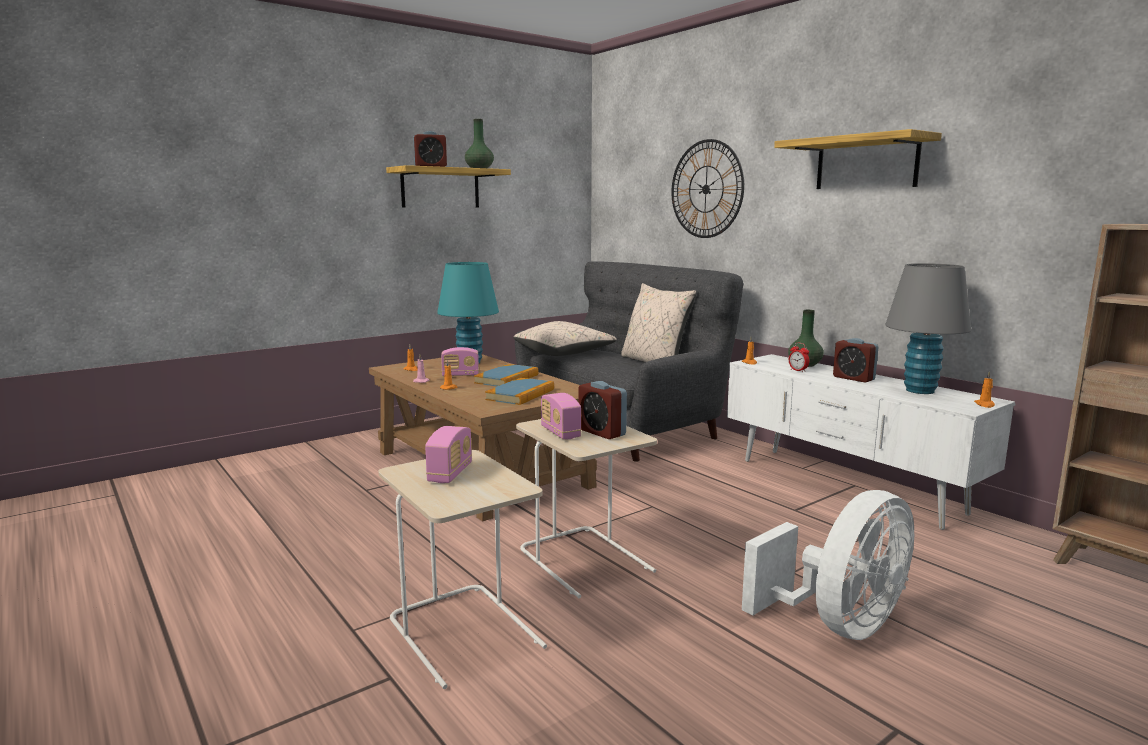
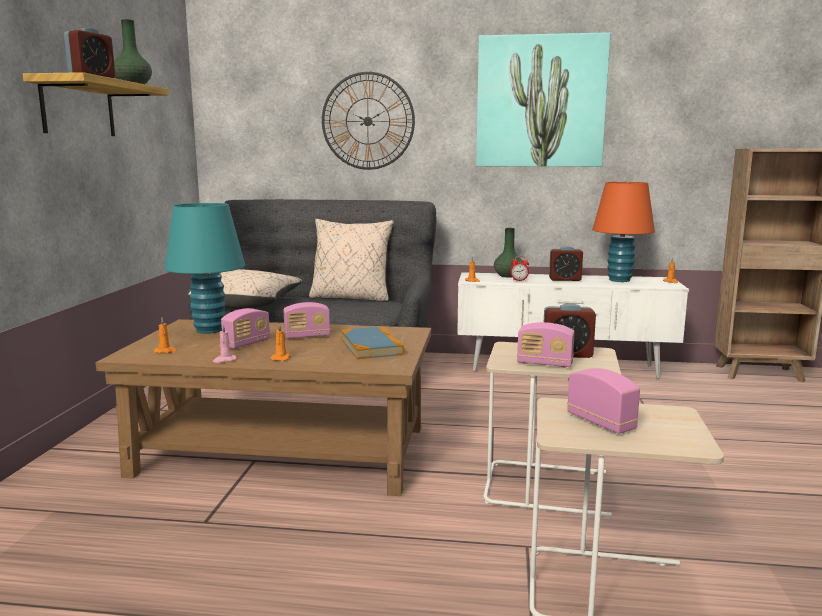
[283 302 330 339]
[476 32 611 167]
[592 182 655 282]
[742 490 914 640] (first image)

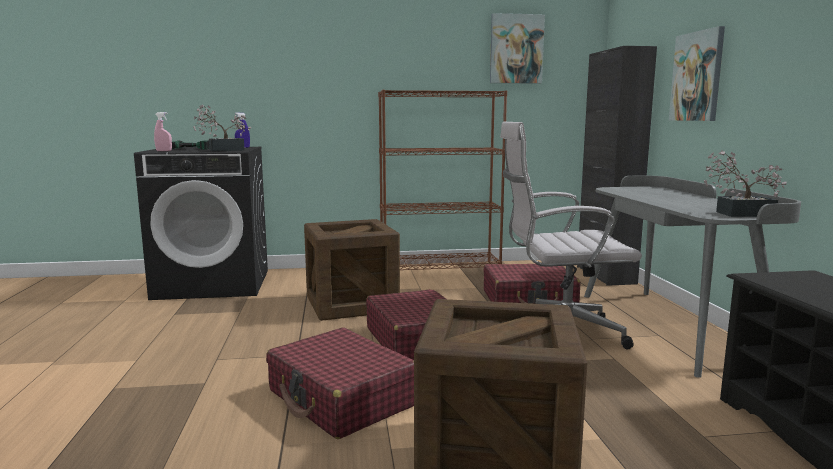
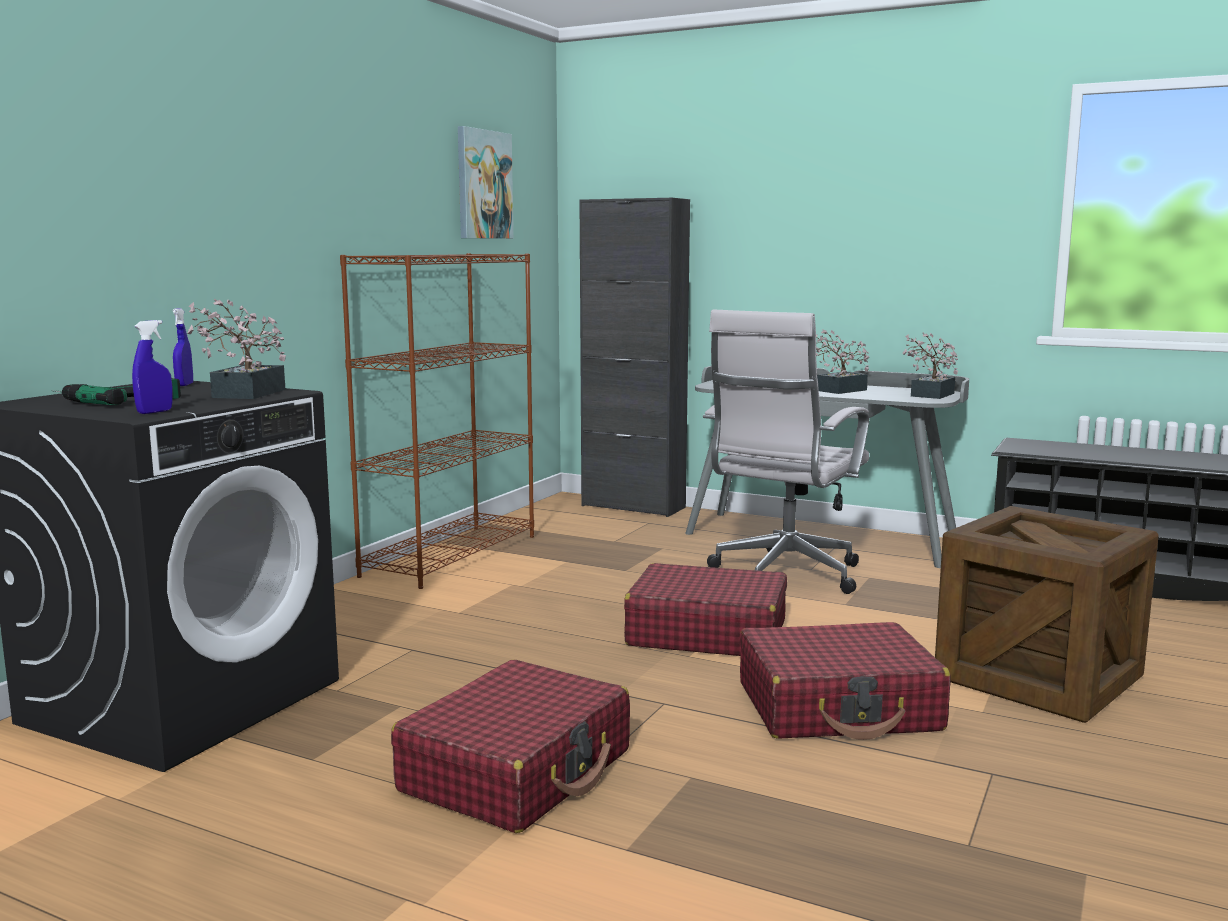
[132 320 172 414]
[391 660 630 833]
[816 330 869 394]
[304 219 400 321] (first image)
[669 26 725 121] (first image)

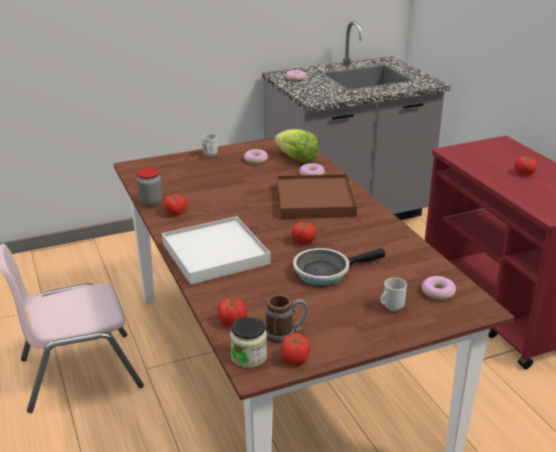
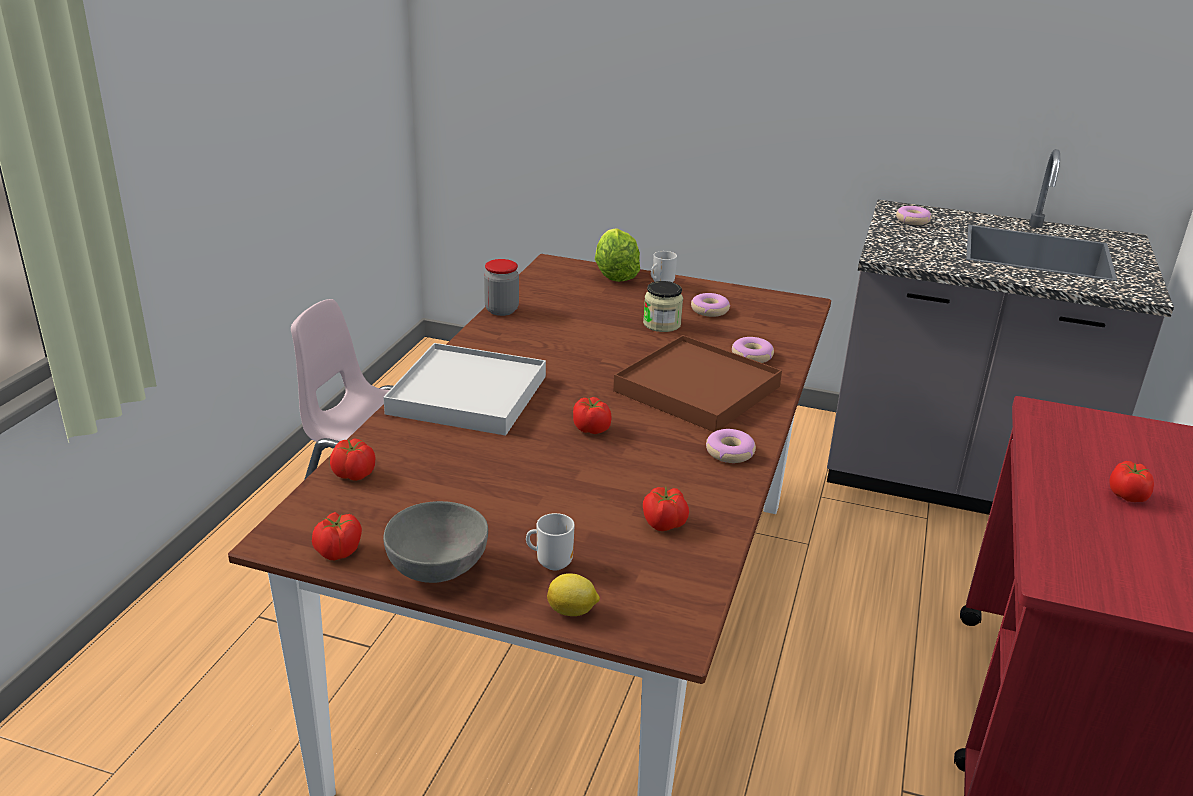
[383 501 488 583]
[547 573 600 616]
[595 228 640 282]
[643 281 683 332]
[643 486 689 531]
[706 429 756 463]
[265 295 308 343] (first image)
[293 248 385 286] (first image)

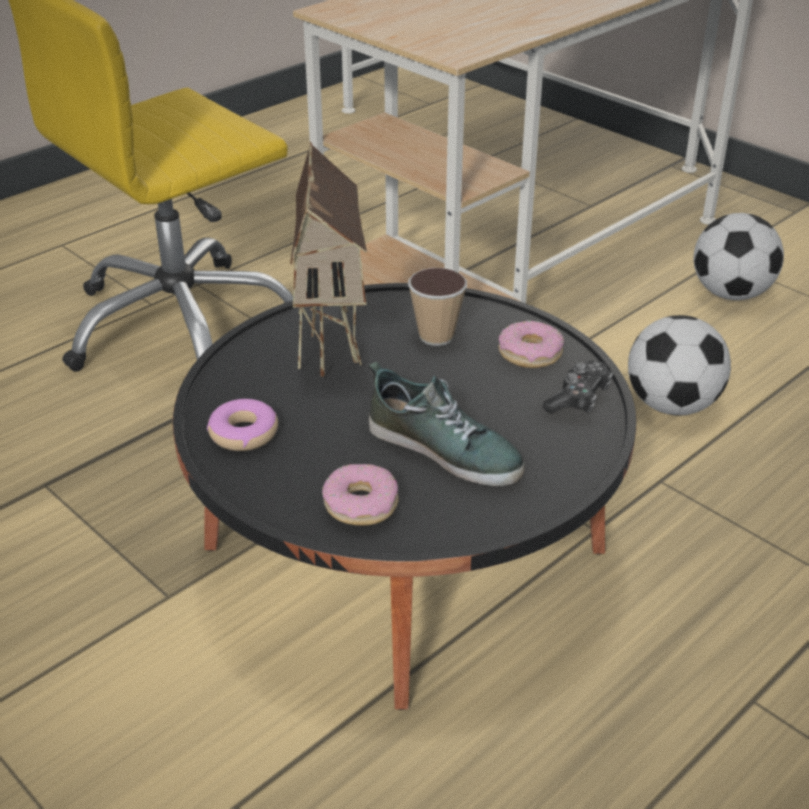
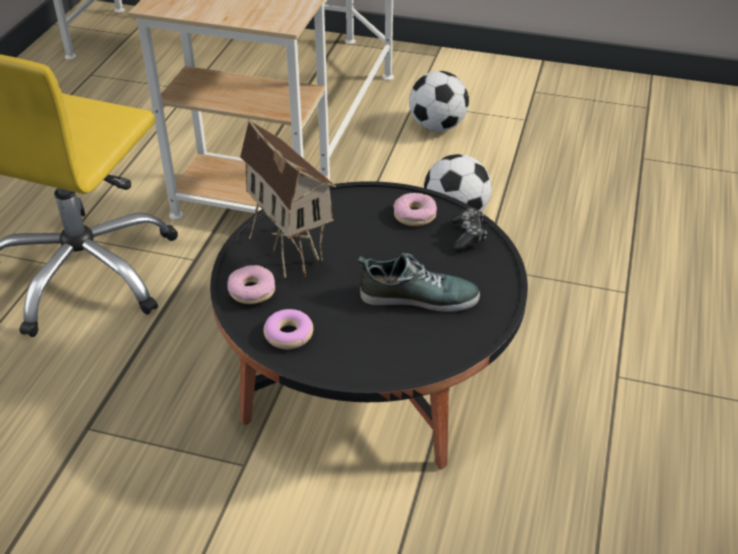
[227 265 275 304]
[408 268 467 346] (first image)

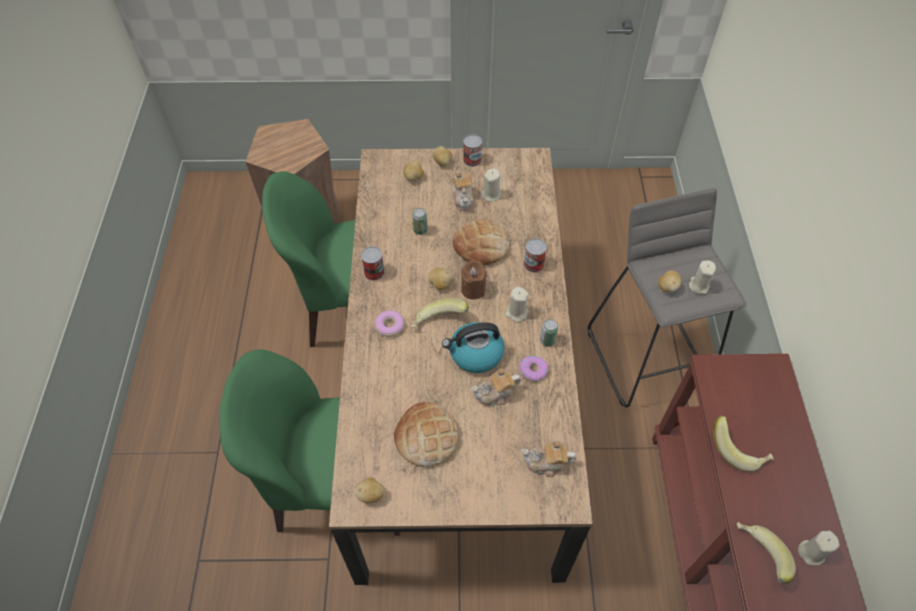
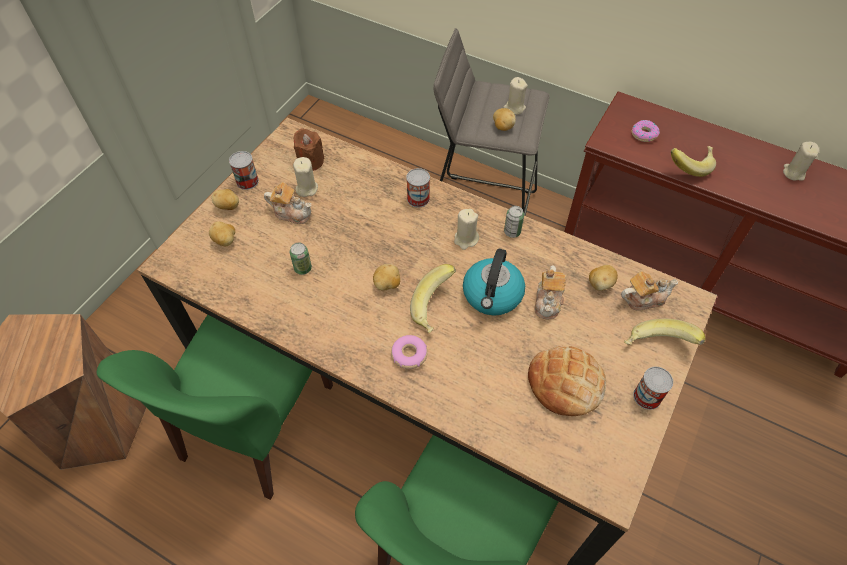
[294 128 325 171]
[589 265 618 291]
[621 271 679 311]
[624 319 706 345]
[632 120 660 142]
[633 367 673 410]
[453 219 510 265] (first image)

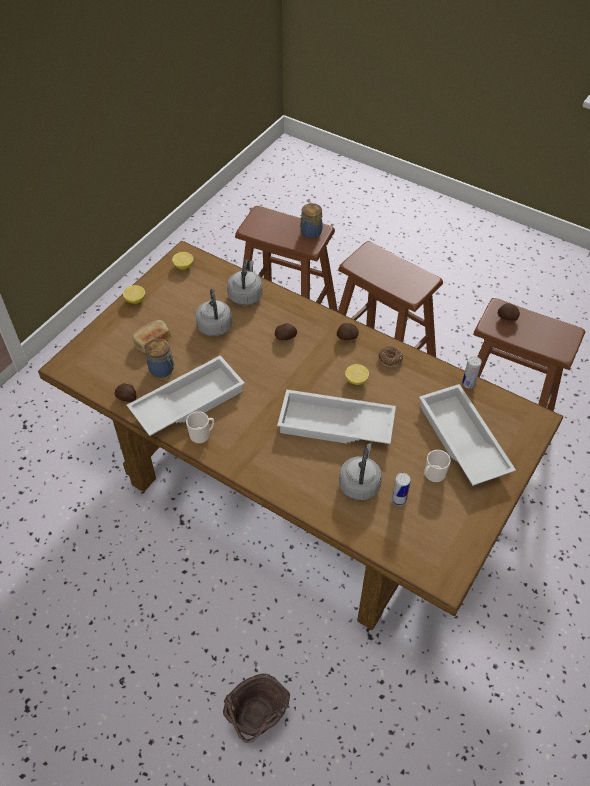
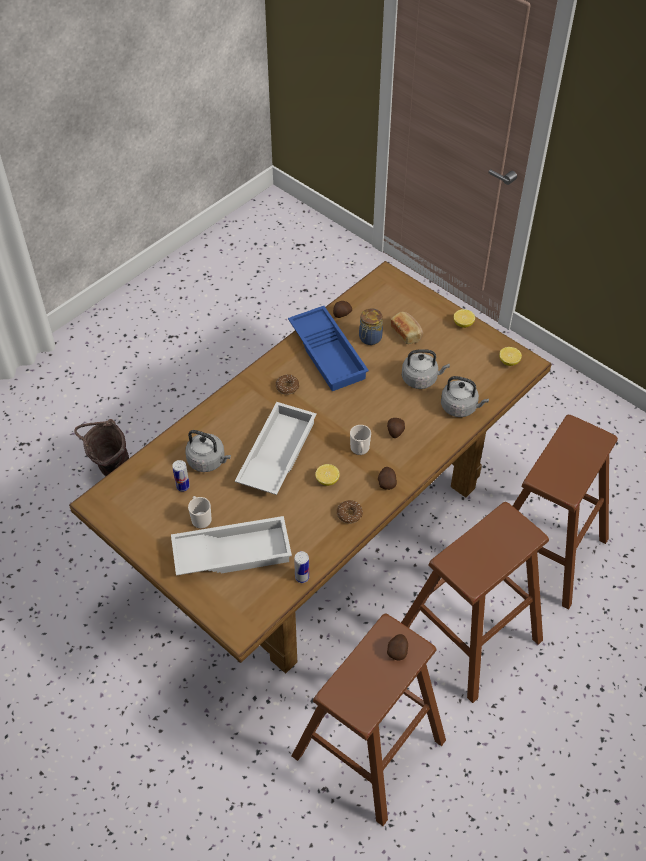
[276 374 299 395]
[288 306 369 391]
[350 425 371 455]
[300 203 323 238] (first image)

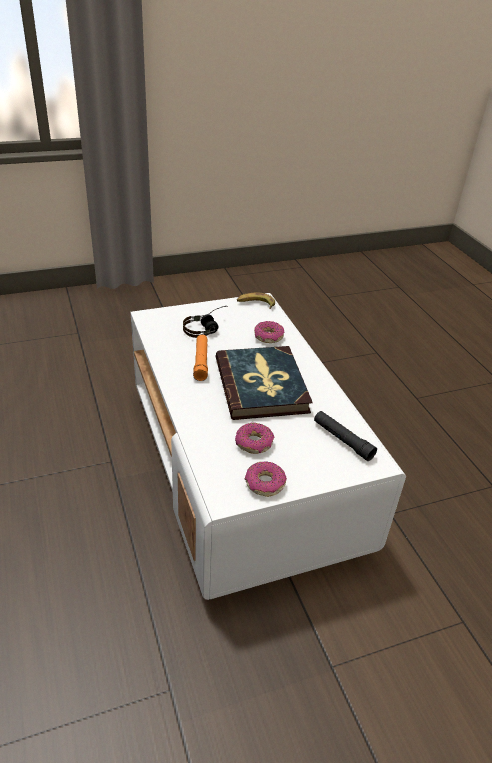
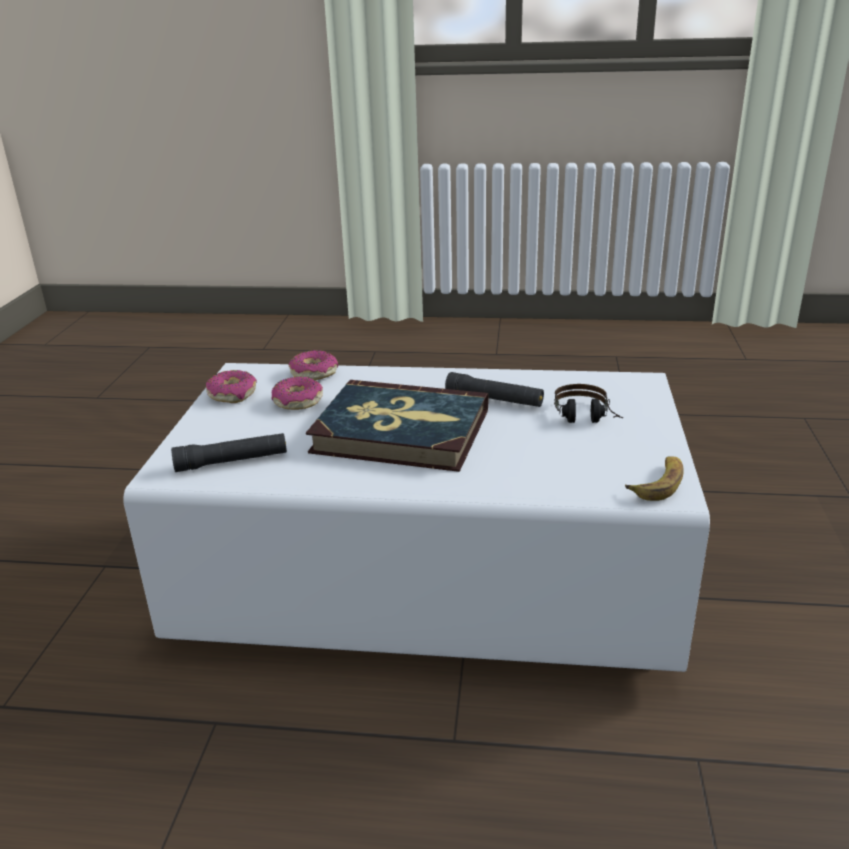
[288 350 338 380]
[445 372 544 407]

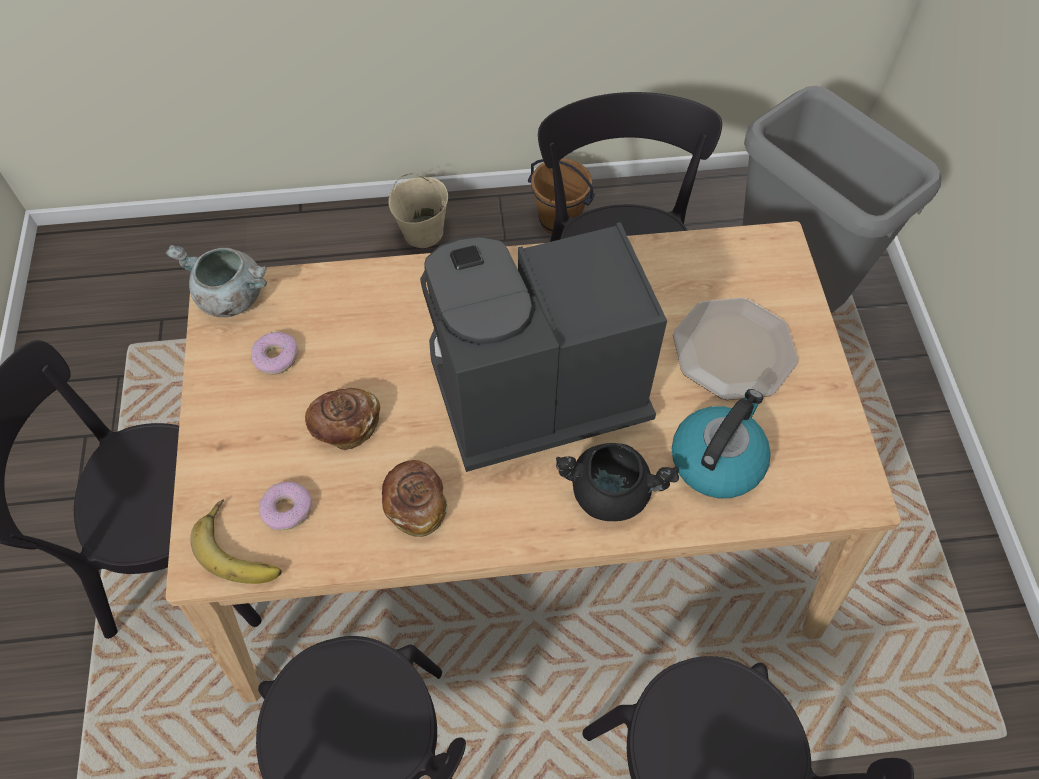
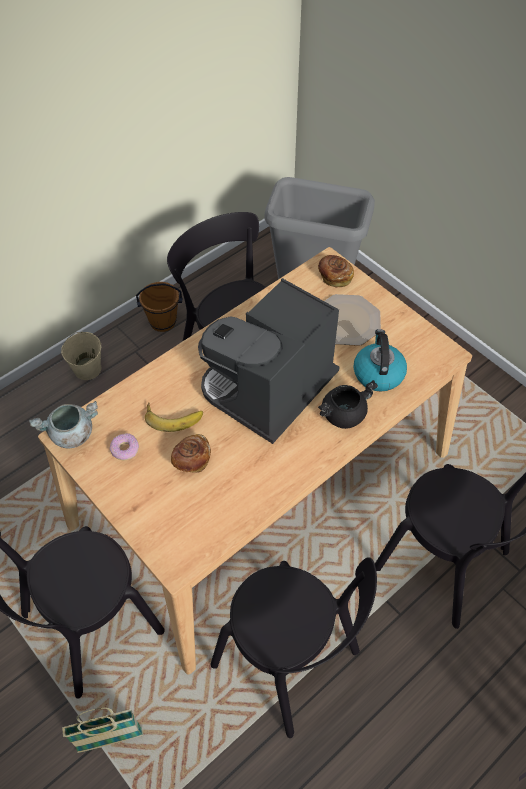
[62 708 143 753]
[145 402 203 432]
[318 255 354 287]
[259 481 312 530] (first image)

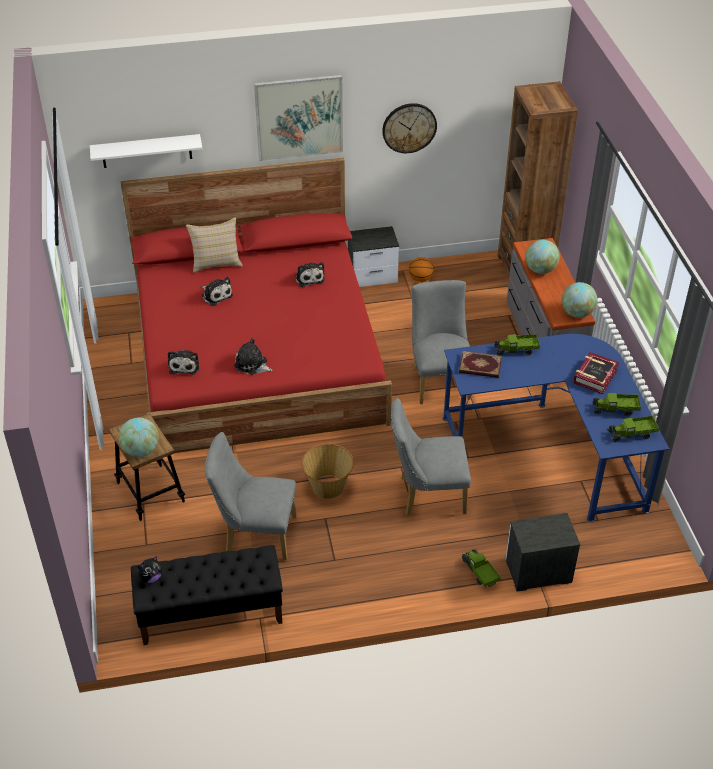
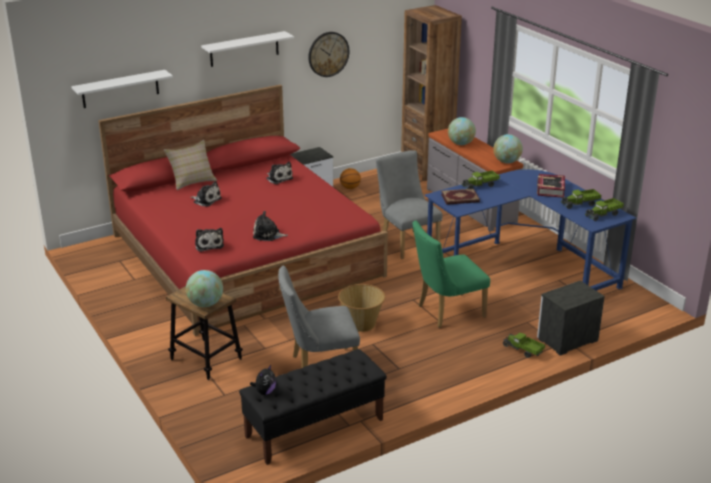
[201 31 294 67]
[412 220 490 328]

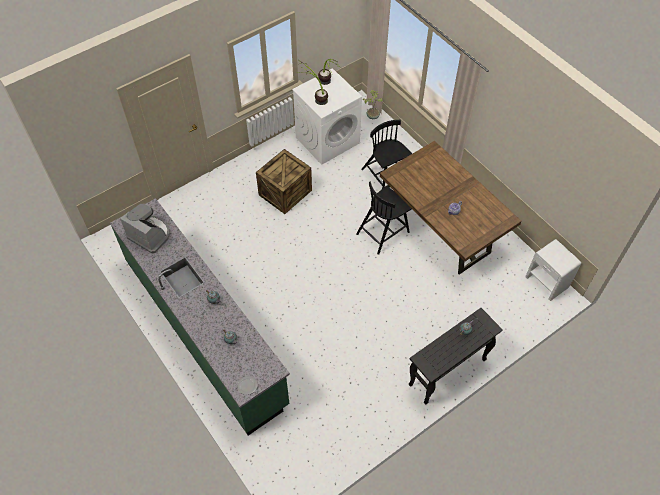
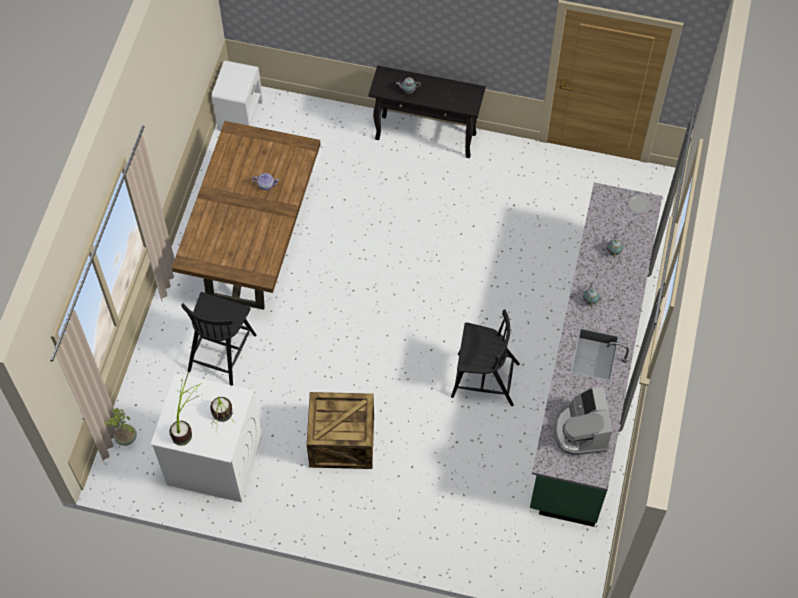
[451 310 520 406]

